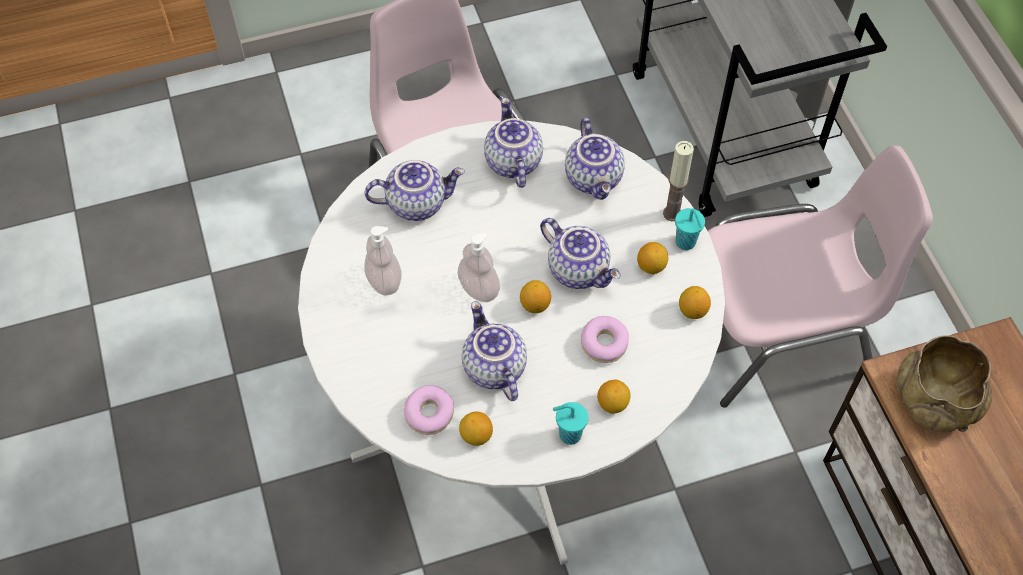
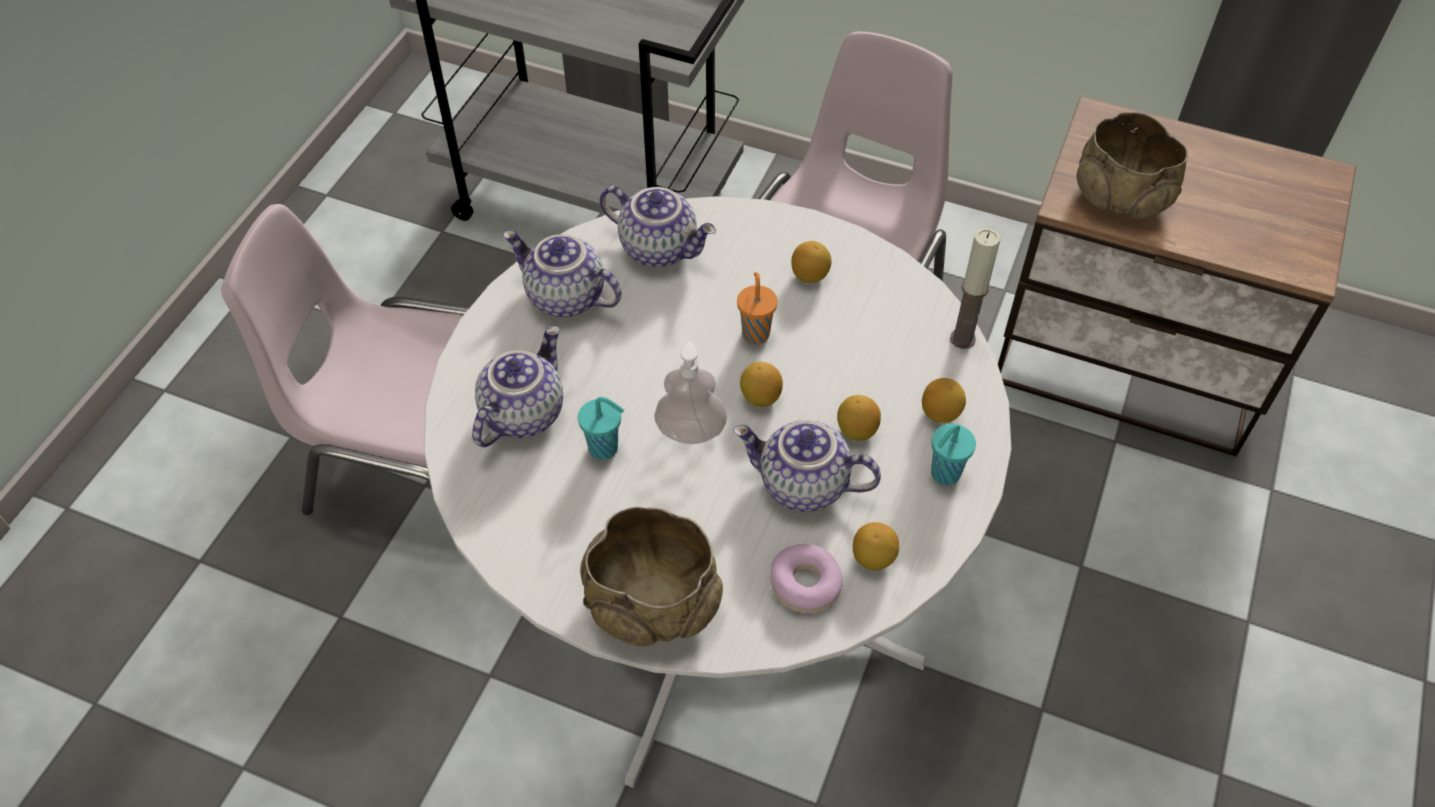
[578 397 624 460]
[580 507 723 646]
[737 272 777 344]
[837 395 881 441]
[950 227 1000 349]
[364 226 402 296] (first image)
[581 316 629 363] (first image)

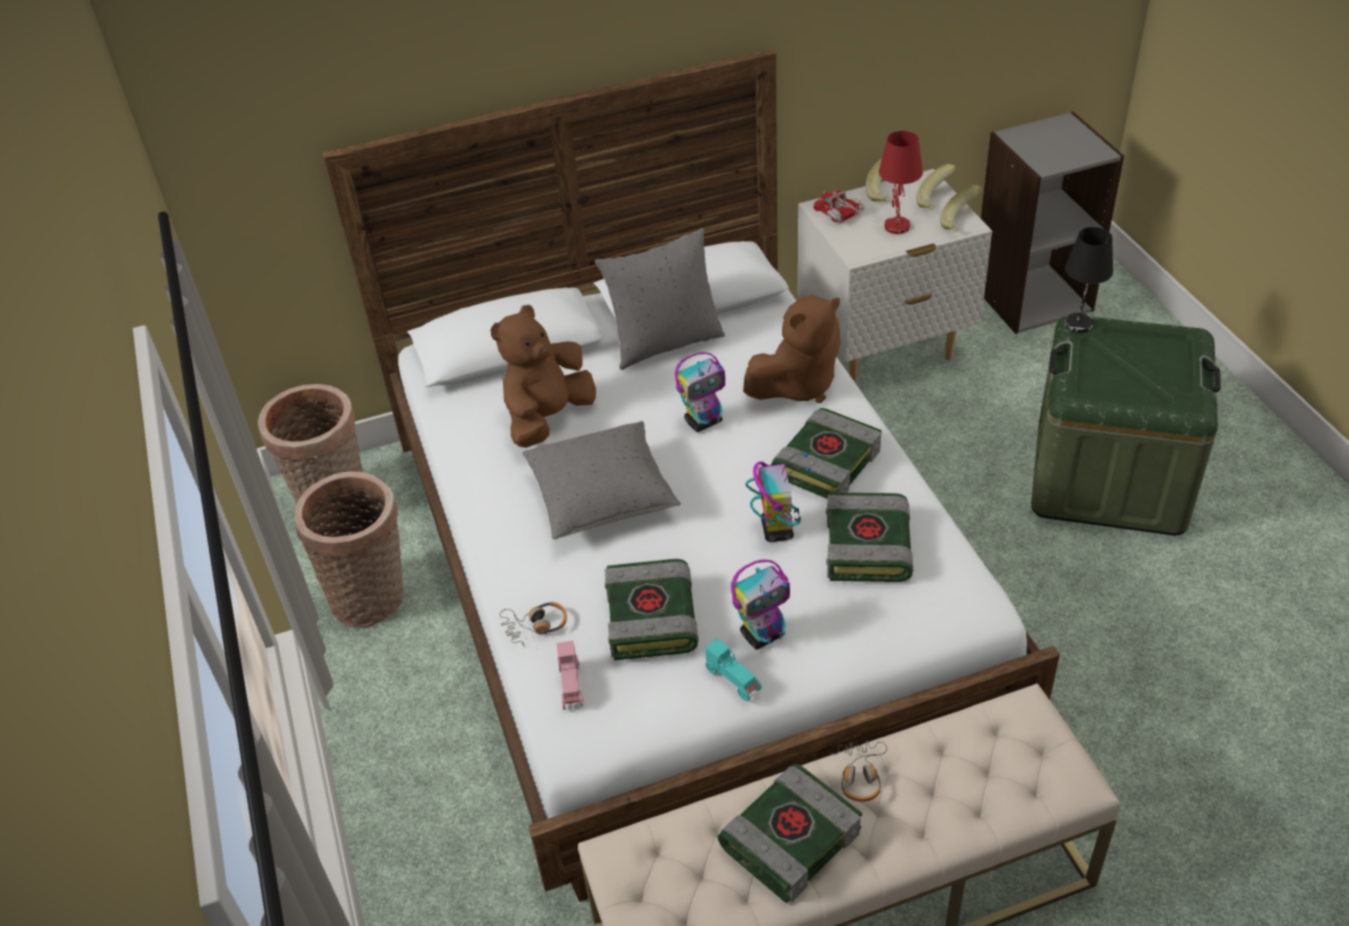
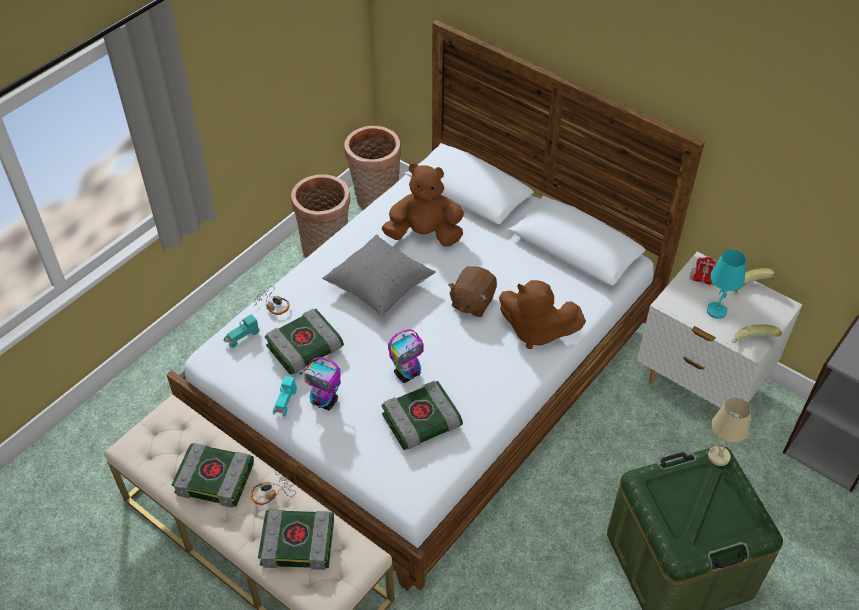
[224 314 259 348]
[258 509 334 570]
[448 266 497 317]
[707 249 746 319]
[708 397 751 466]
[595 228 725 370] (first image)
[916 164 956 210] (first image)

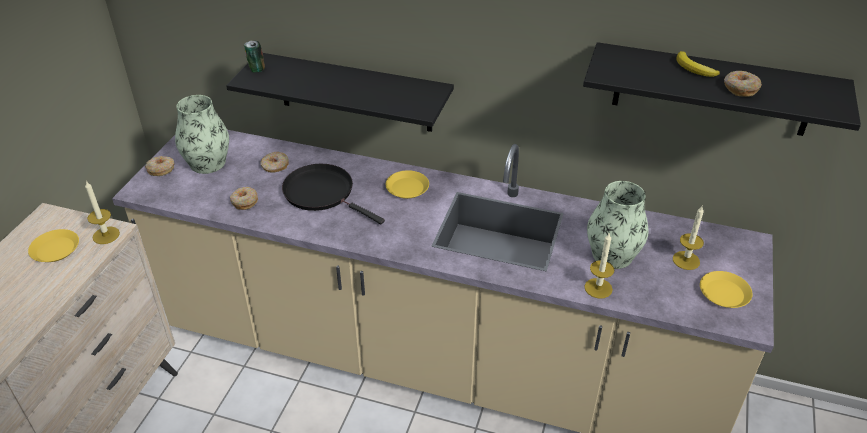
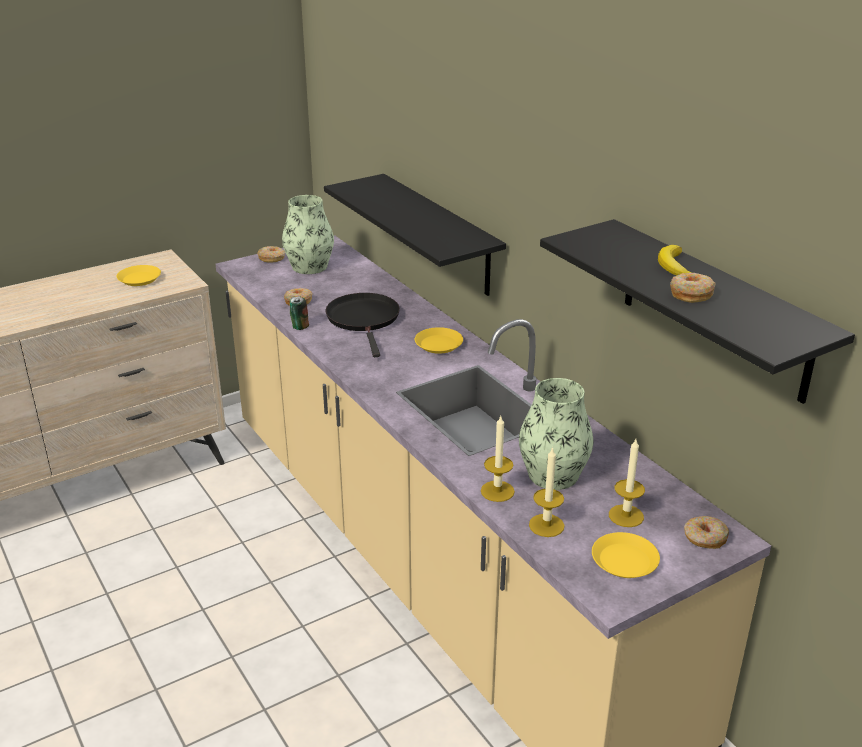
[290 296 309 330]
[529 447 565 537]
[684 516 729 549]

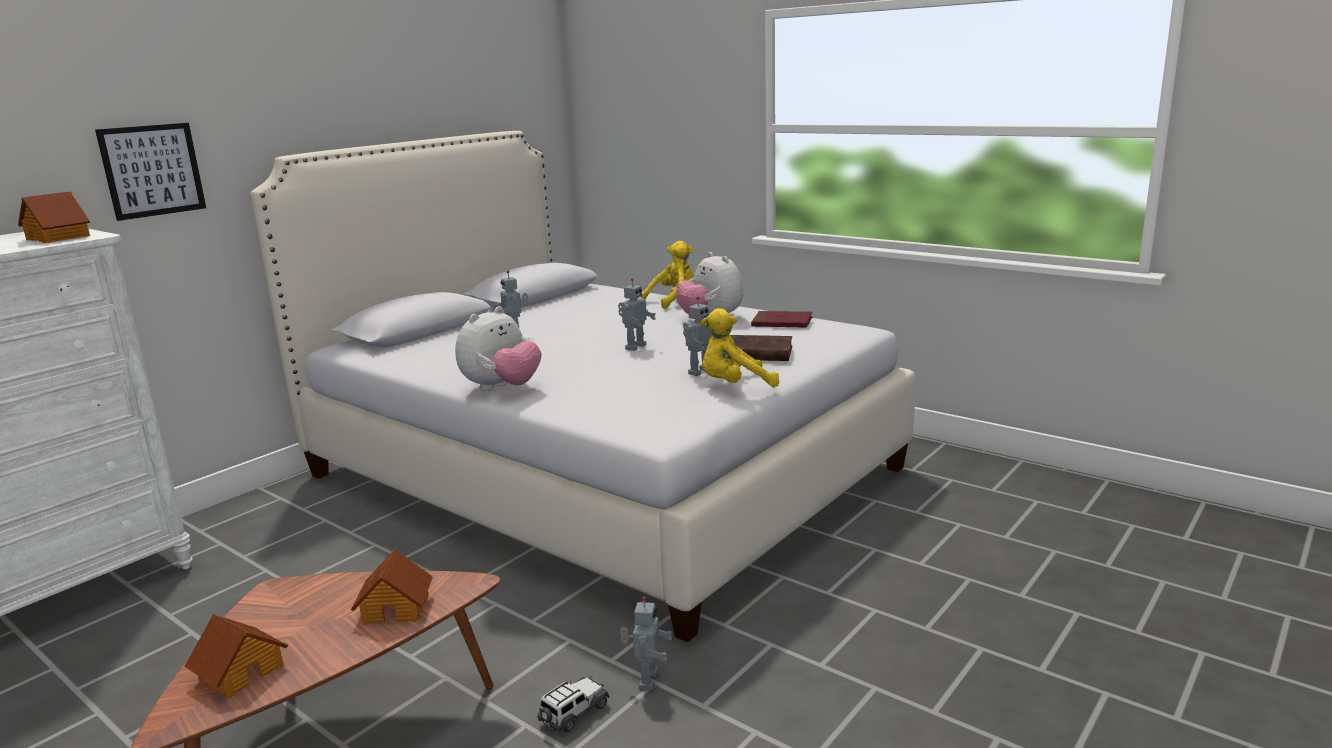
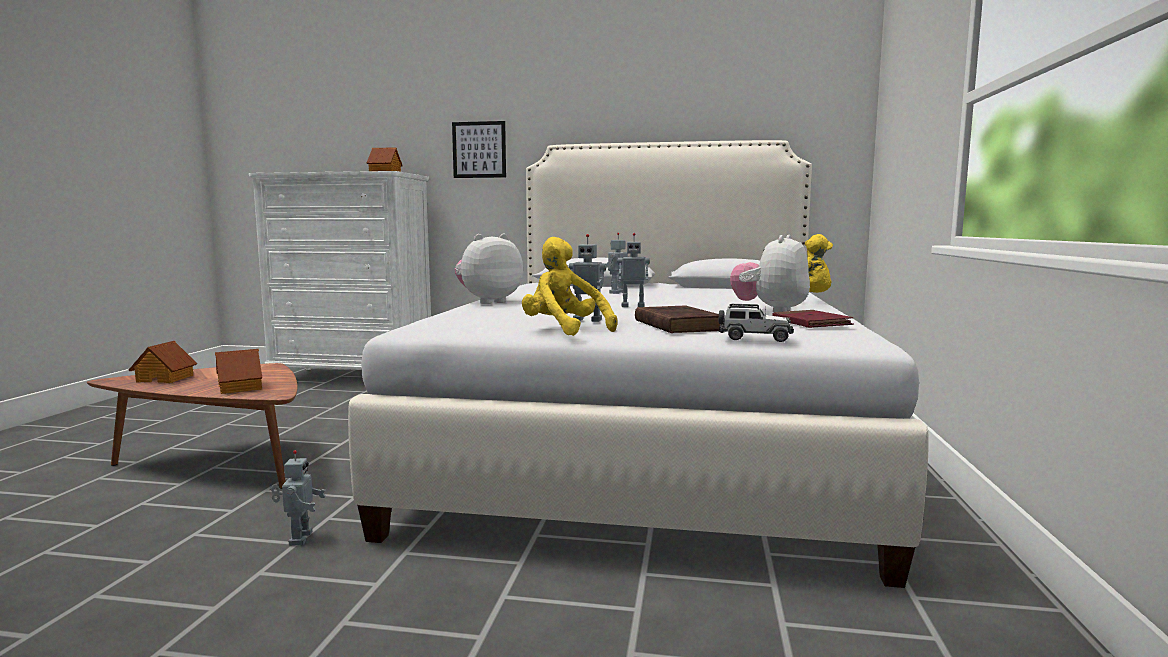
[271 450 326 546]
[455 234 523 304]
[719 304 794 342]

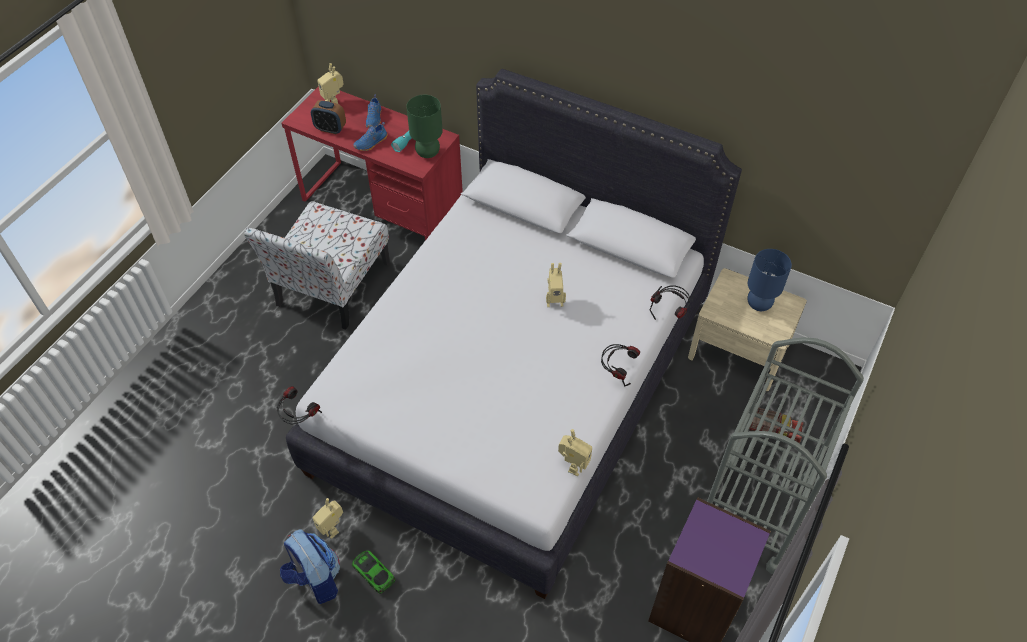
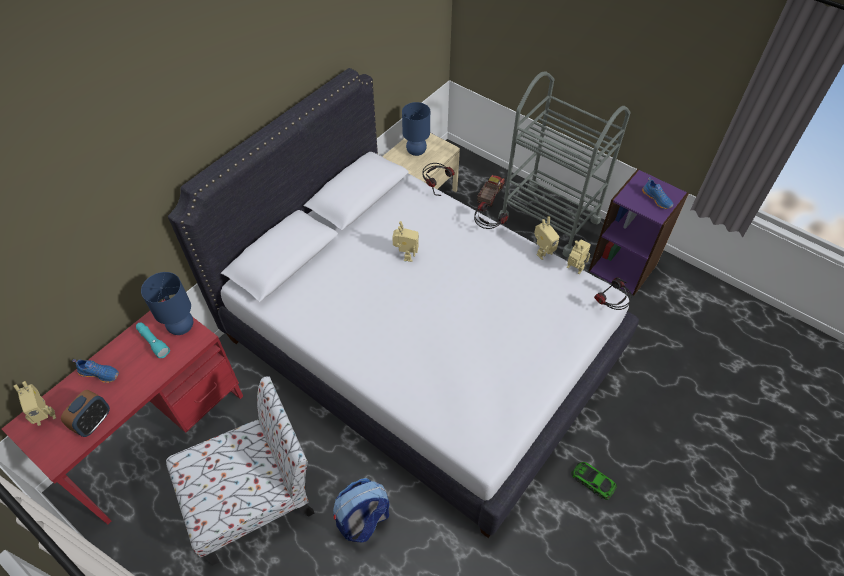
[141 272 193 335]
[166 376 314 565]
[333 478 389 542]
[534 217 559 260]
[571 462 617 500]
[594 277 632 310]
[642 177 673 209]

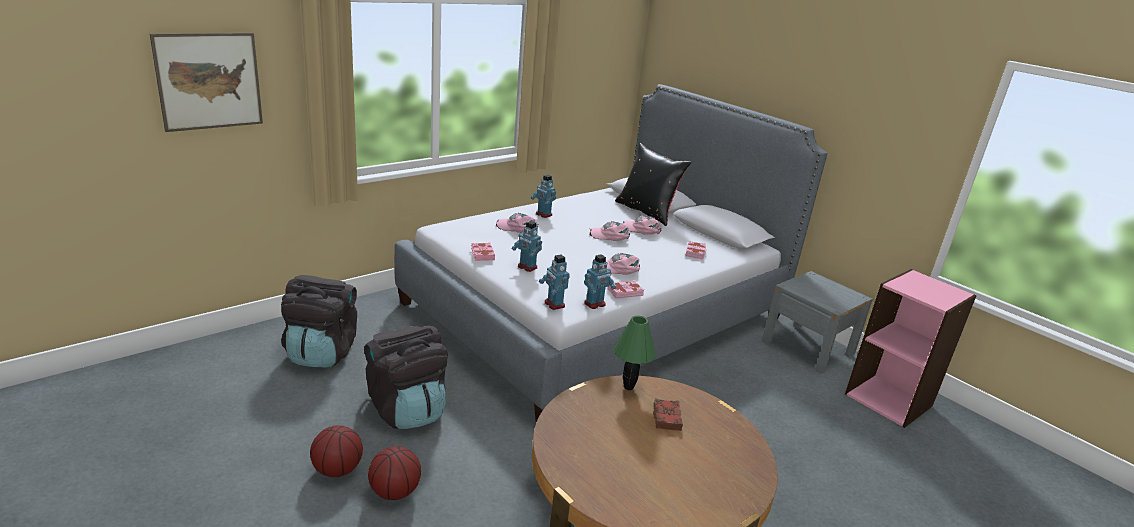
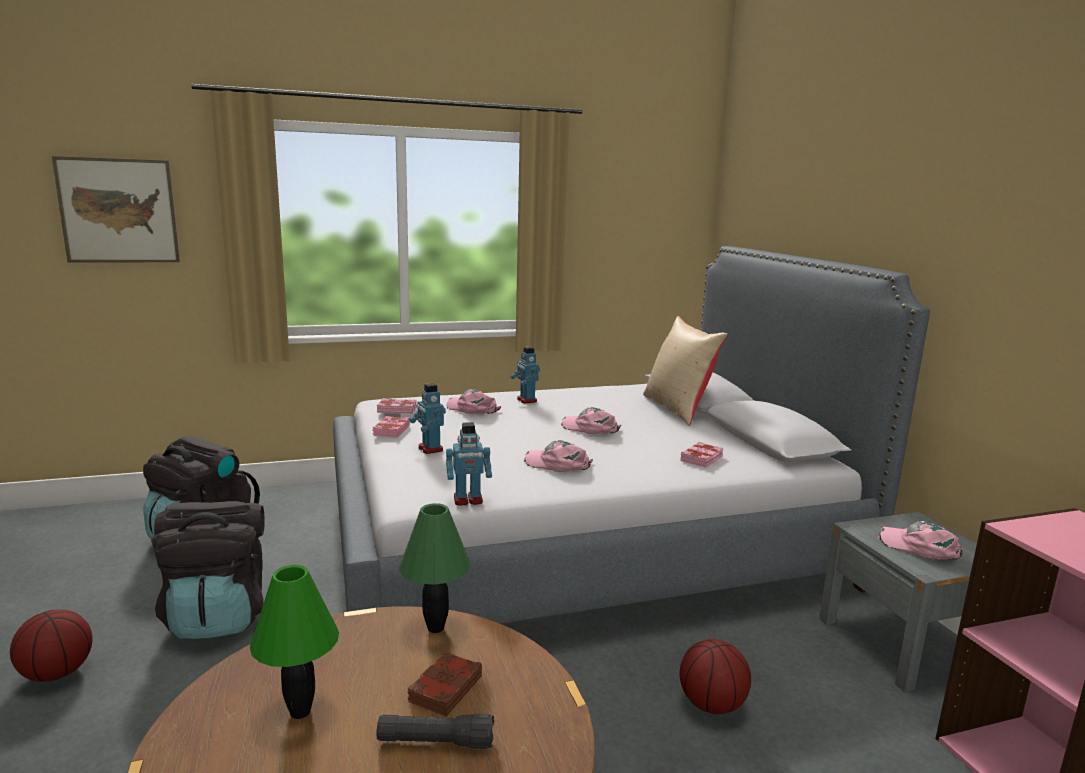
[250 565 339 719]
[376 713 494 749]
[377 398 417 414]
[643 316 728 426]
[680 639 751 714]
[878 521 963 560]
[539 254 570 310] (first image)

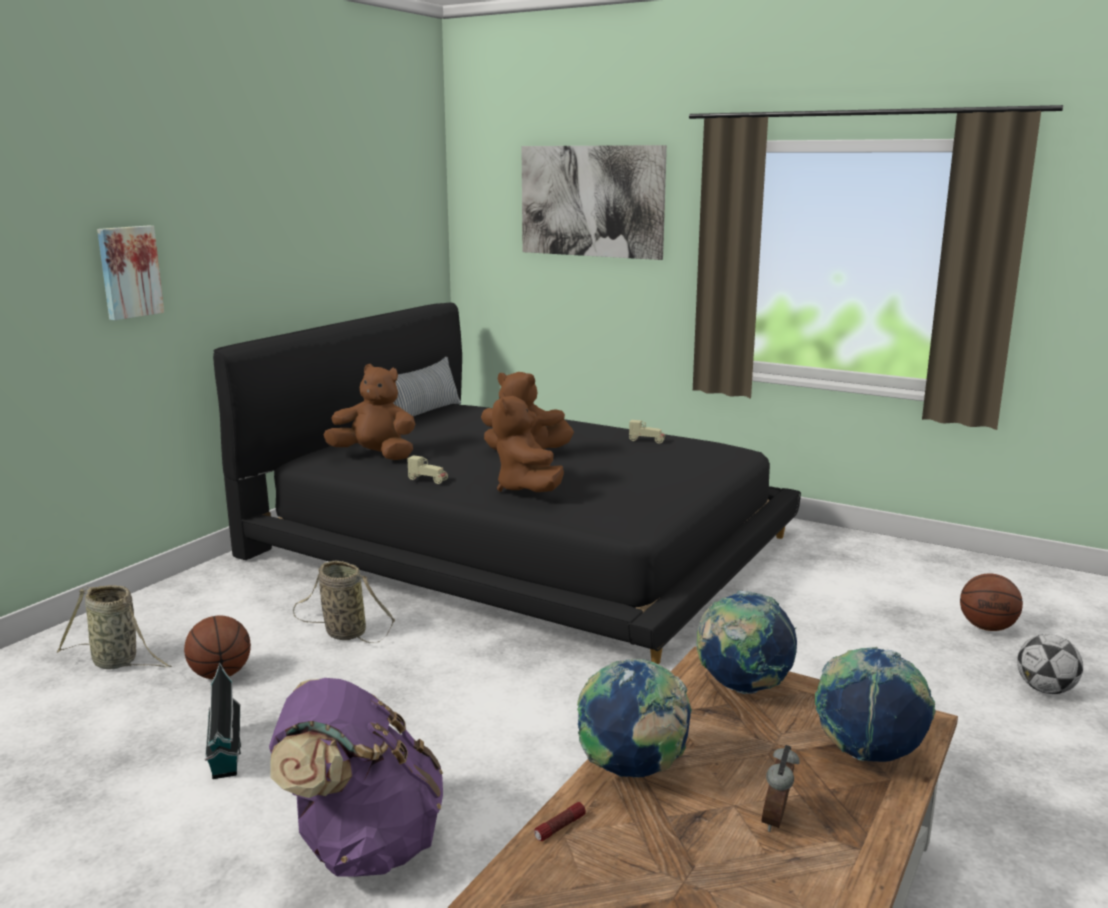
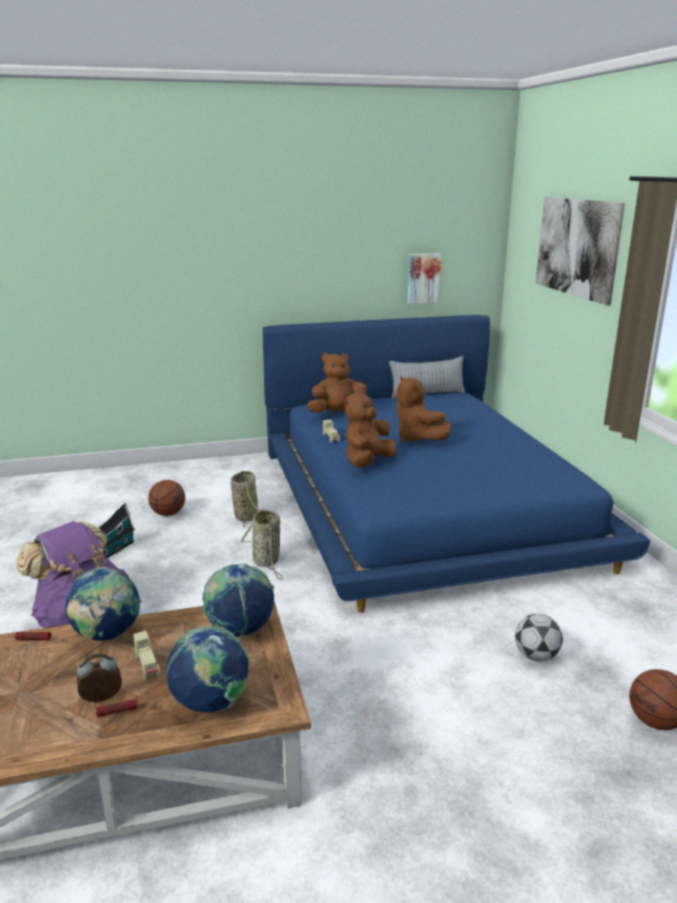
[96 699 137 717]
[133 631 160 681]
[239 508 283 580]
[263 315 650 613]
[307 352 367 413]
[408 253 441 304]
[515 614 563 661]

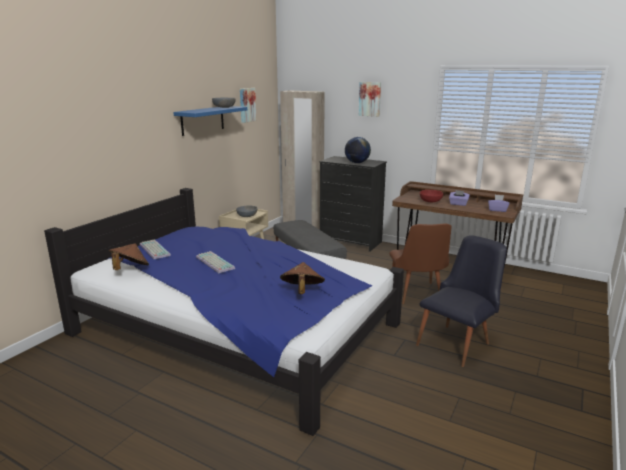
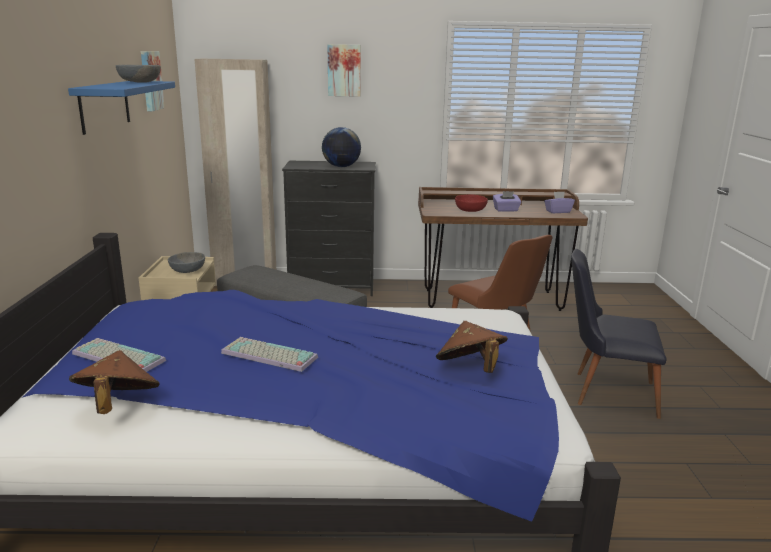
[571 249 666 419]

